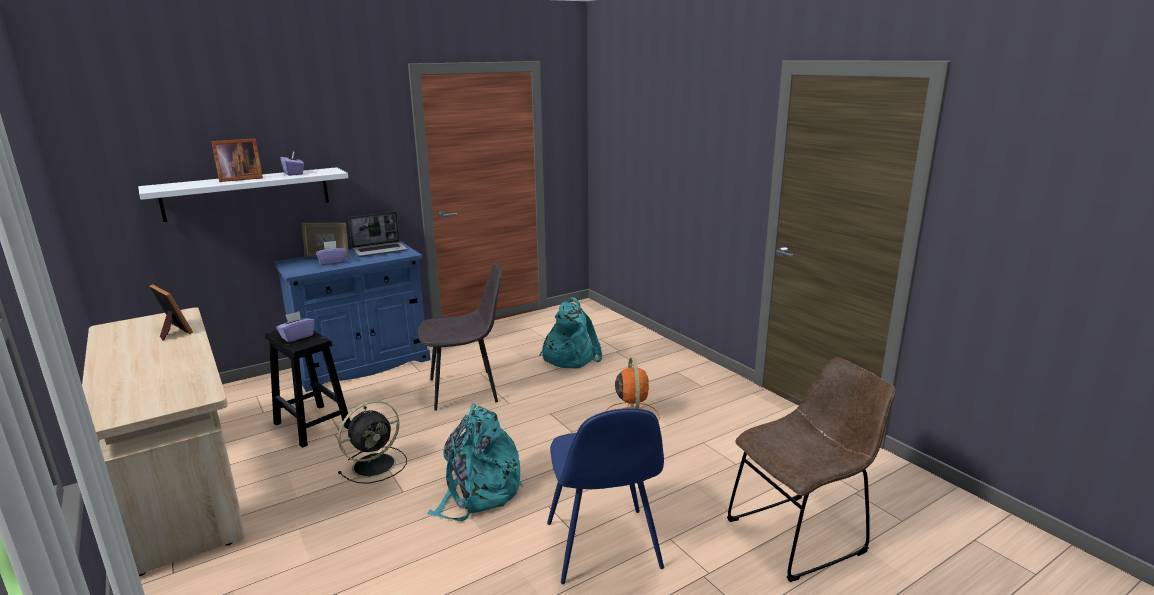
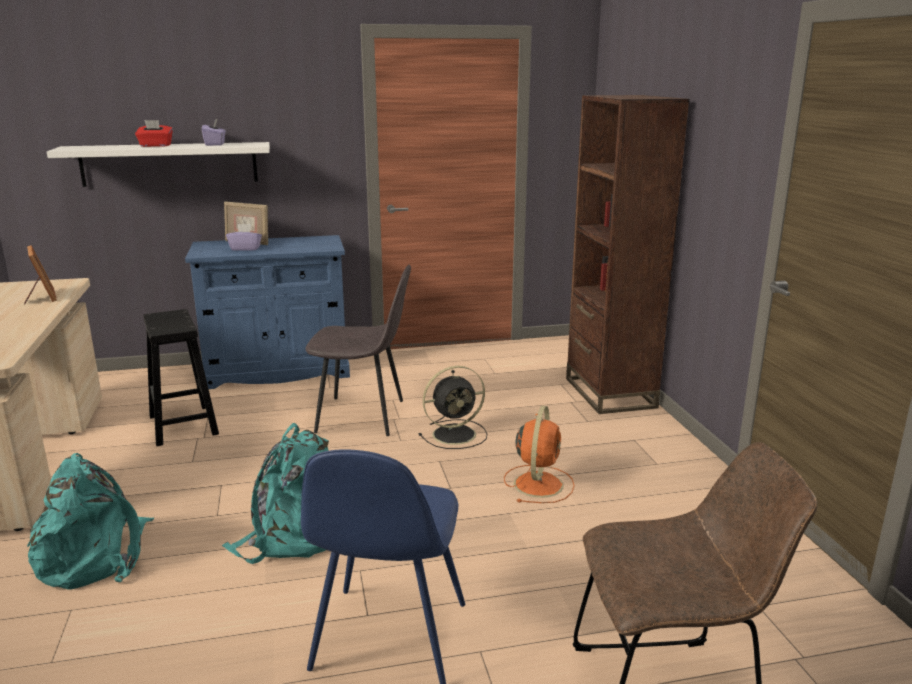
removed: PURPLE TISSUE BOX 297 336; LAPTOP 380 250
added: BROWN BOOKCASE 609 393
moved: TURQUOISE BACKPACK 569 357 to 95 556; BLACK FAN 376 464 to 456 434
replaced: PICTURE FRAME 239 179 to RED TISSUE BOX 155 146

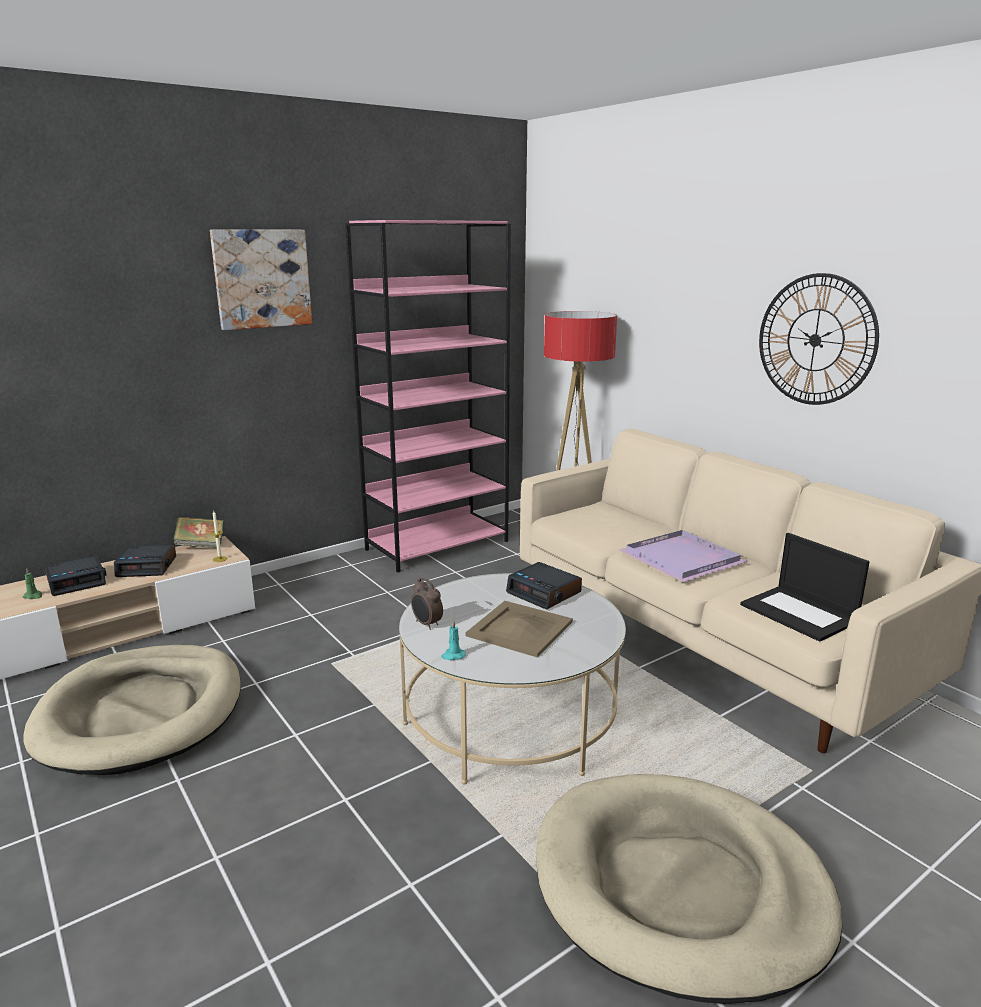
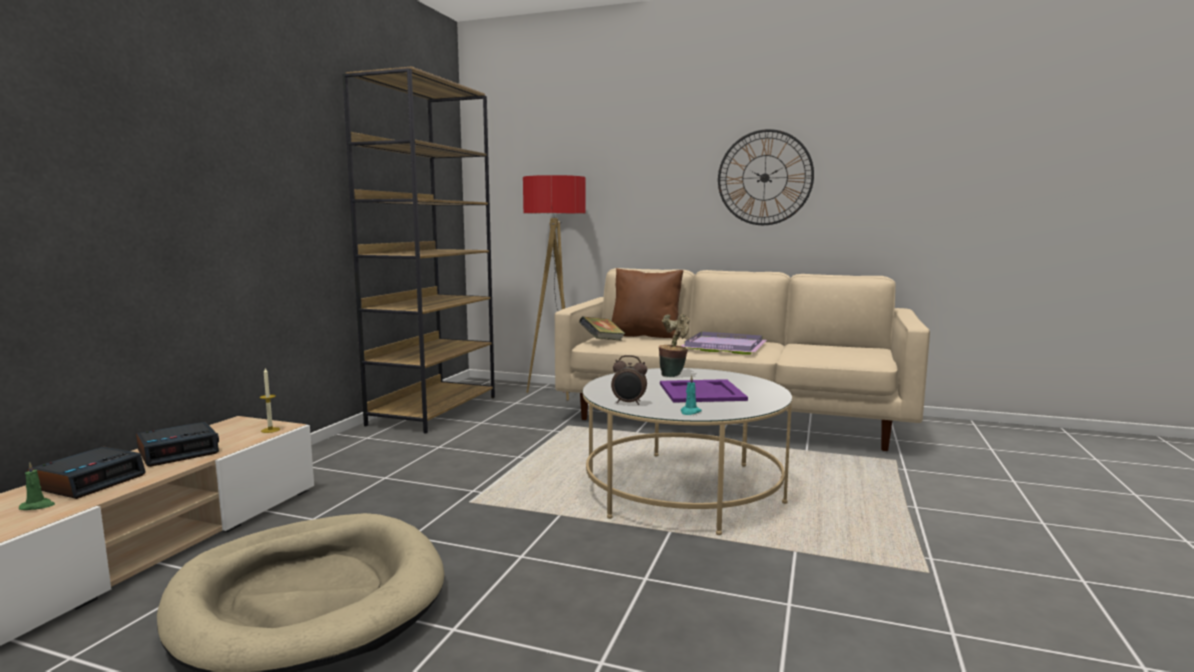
removed: PICTURE 262 279; BEIGE DOG BED 679 887; LAPTOP 800 613
added: BROWN PILLOW 645 336
moved: BOOK 201 546 to 602 341
replaced: ALARM CLOCK 544 593 to POTTED PLANT 673 375
recoloured: PINK BOOKCASE 438 545 to BROWN BOOKCASE 434 410; BEIGE TRAY 518 629 to PURPLE TRAY 701 392

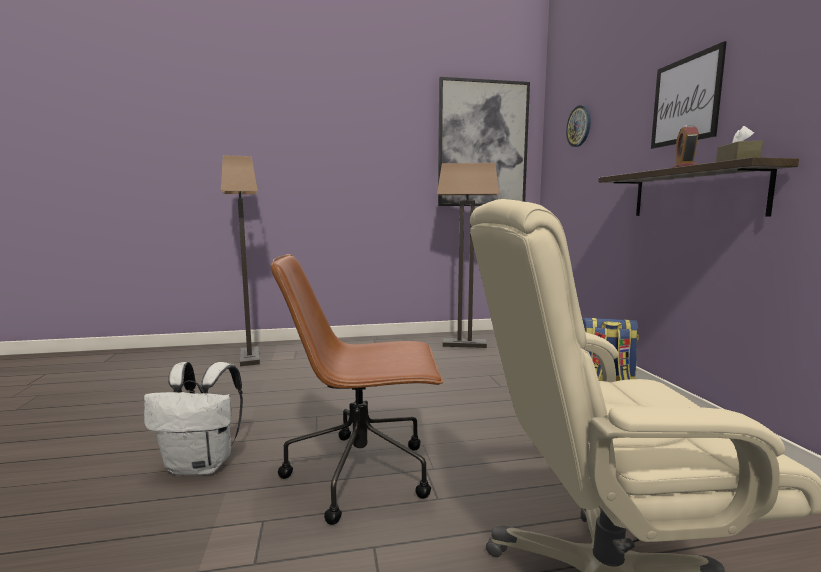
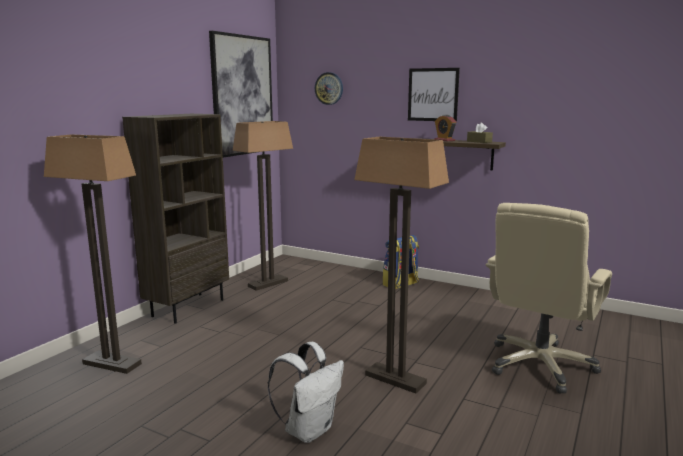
added: BROWN BOOKCASE 188 307
replaced: BROWN OFFICE CHAIR 363 472 to FLOOR LAMP 394 379

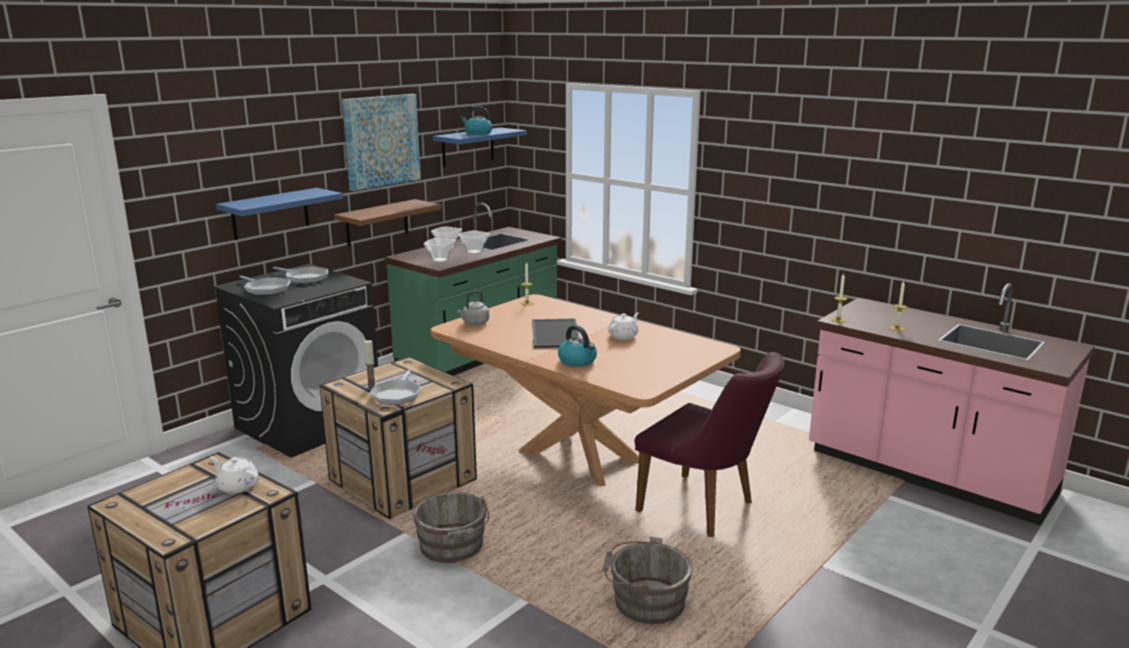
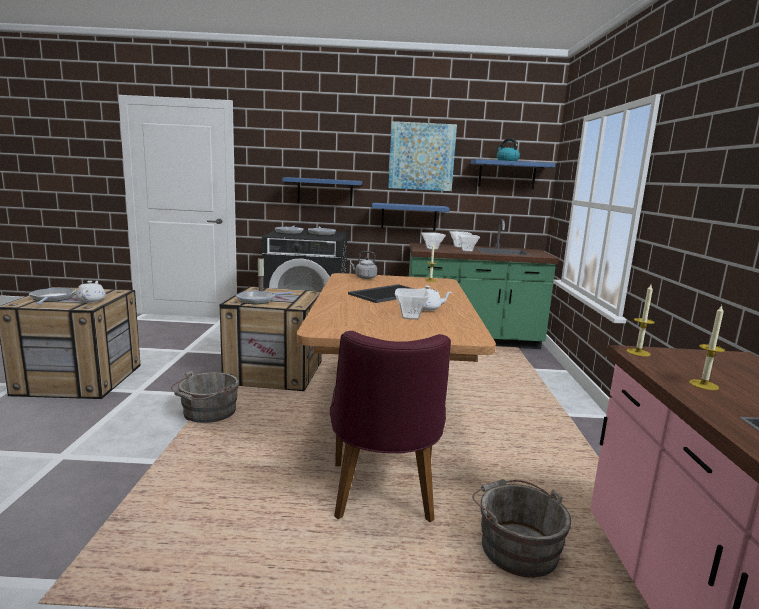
removed: KETTLE 578 361
added: FRYING PAN 52 298; BOWL 411 317
moved: GREY BUCKET 645 602 to 515 547
recoloured: BROWN SHELF 377 222 to BLUE SHELF 408 216

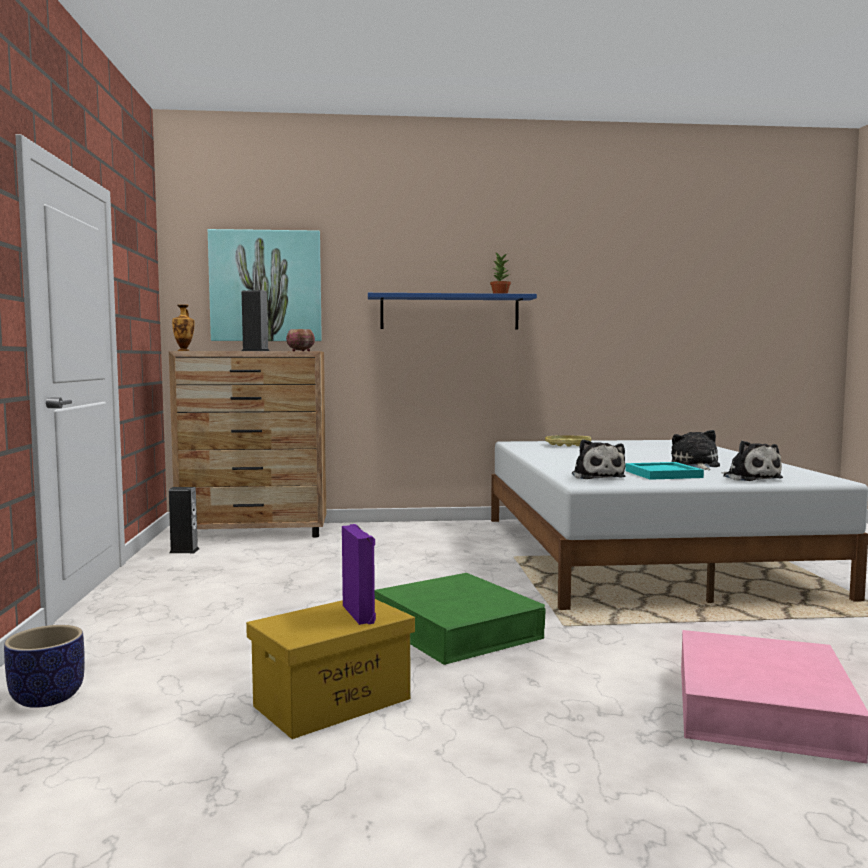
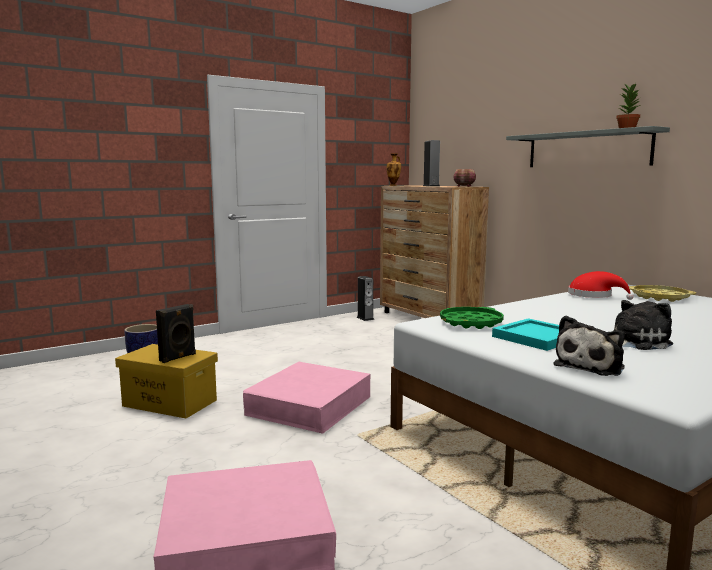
removed: PICTURE 266 286
added: RED HAT 593 295
replaced: PLUSH TOY 597 476 to GREEN TRAY 471 323
recoloured: PURPLE SPEAKER 360 614 to BLACK SPEAKER 178 358; GREEN STORAGE BOX 456 630 to PINK STORAGE BOX 309 405; BLUE SHELF 449 312 to GREY SHELF 587 149

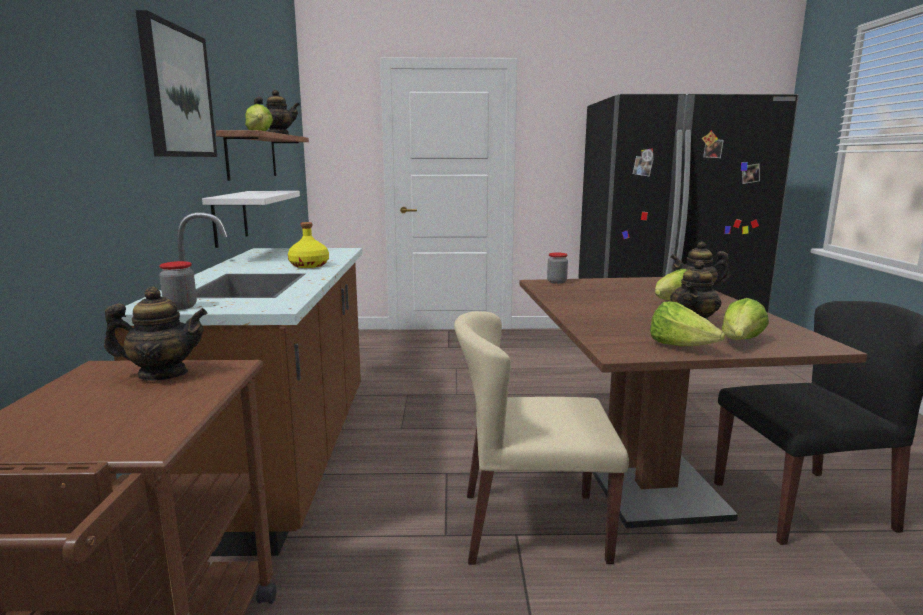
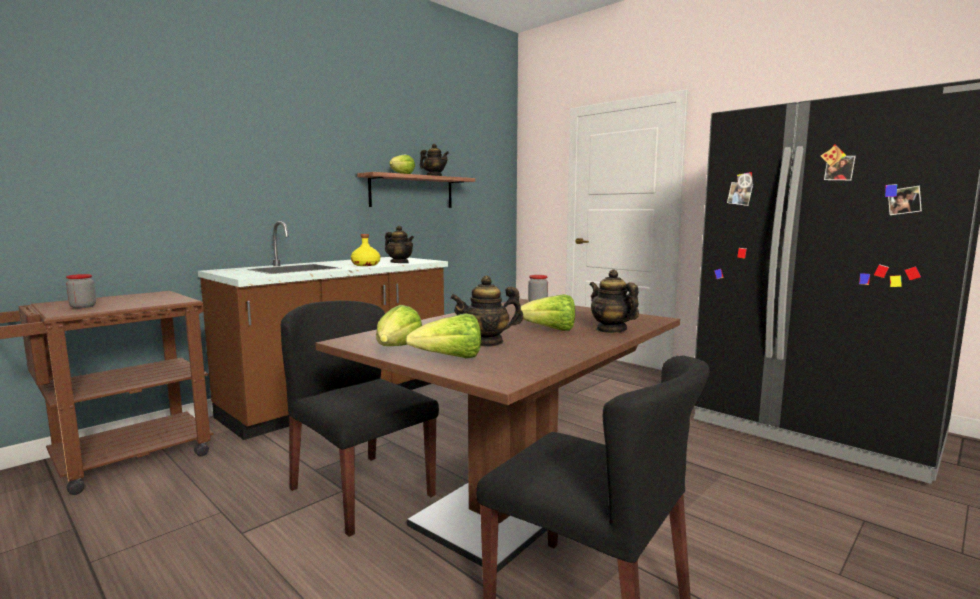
removed: PICTURE 176 93; WHITE SHELF 229 218
moved: JAR 180 307 to 83 306; TEAPOT 163 374 to 400 263
recoloured: BEIGE CHAIR 532 526 to BLACK CHAIR 361 491

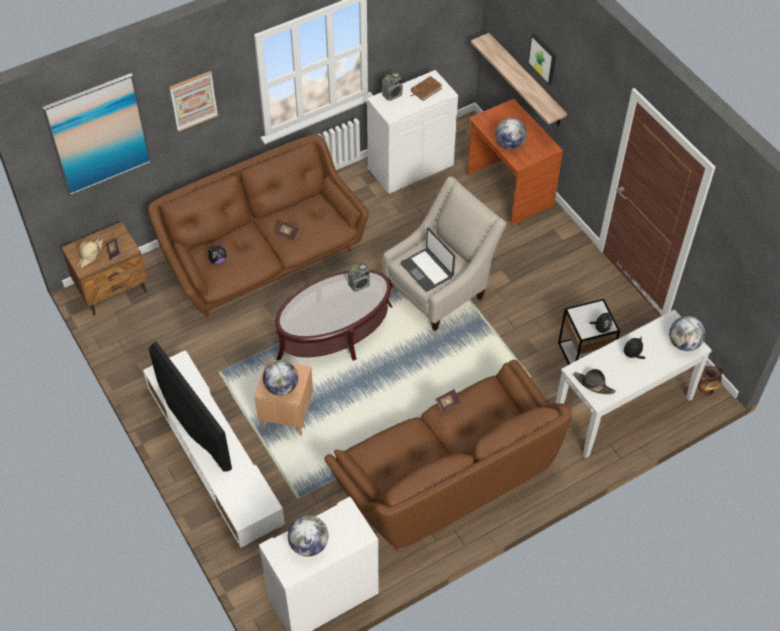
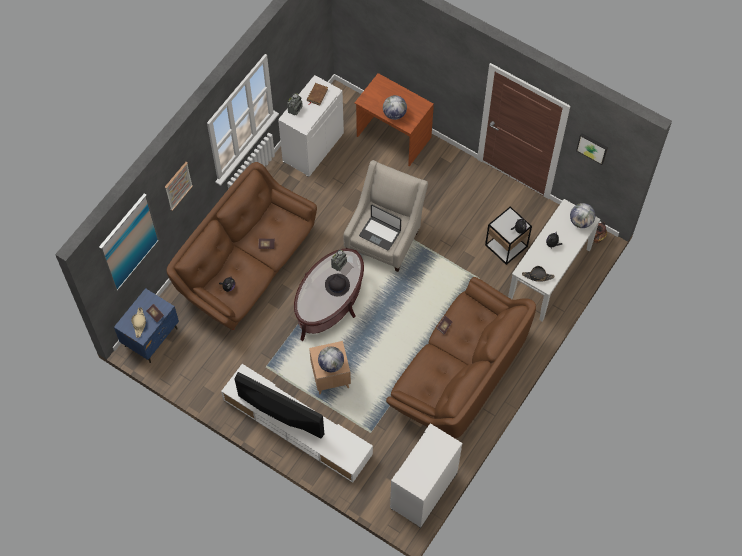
removed: GLOBE 308 544; SHELF 526 81
added: BLACK HAT 337 285
moved: PICTURE 543 58 to 592 147
recoloured: BROWN NIGHTSTAND 113 290 to BLUE NIGHTSTAND 151 337

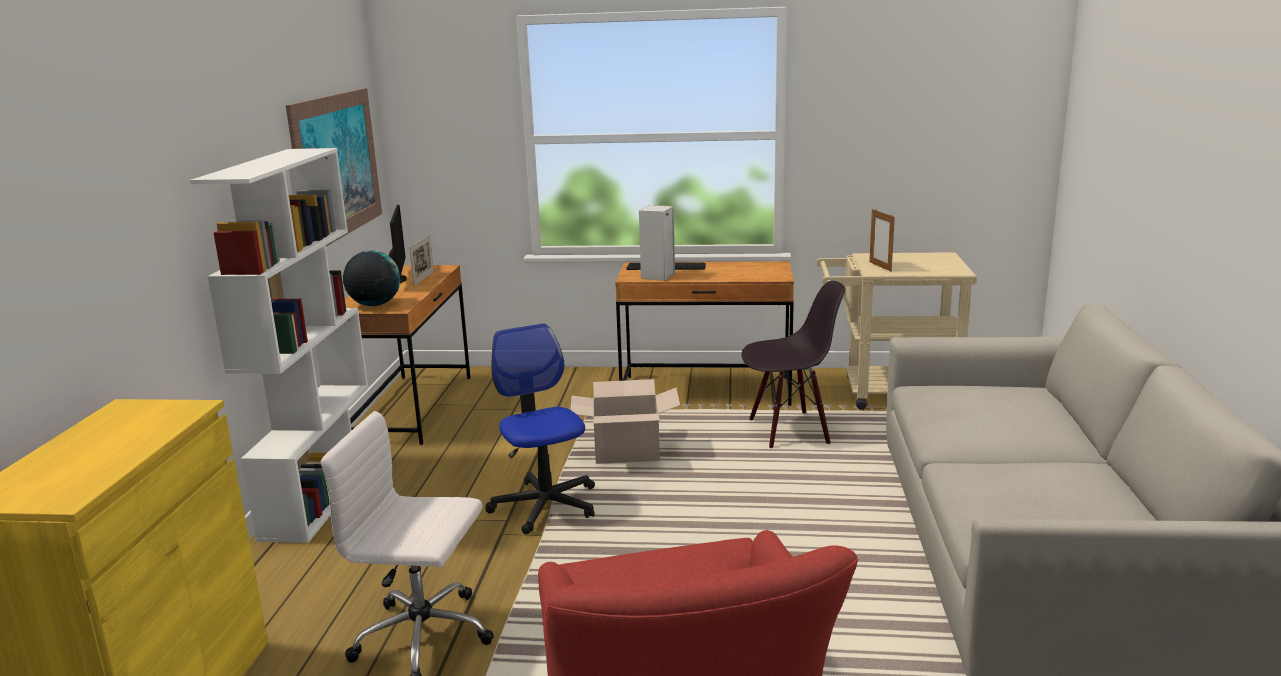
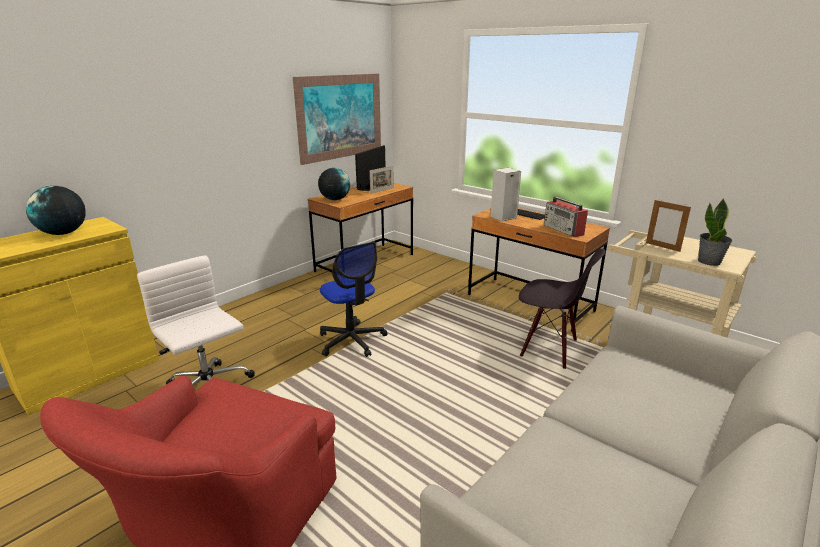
removed: WHITE BOOKCASE 321 495; CARDBOARD BOX 627 452
added: GLOBE 63 233; RADIO 563 230; POTTED PLANT 709 261
turned: OFFICE CHAIR 545 505 = 352 340 135 degrees clockwise; PICTURE FRAME 880 266 = 662 247 60 degrees counterclockwise

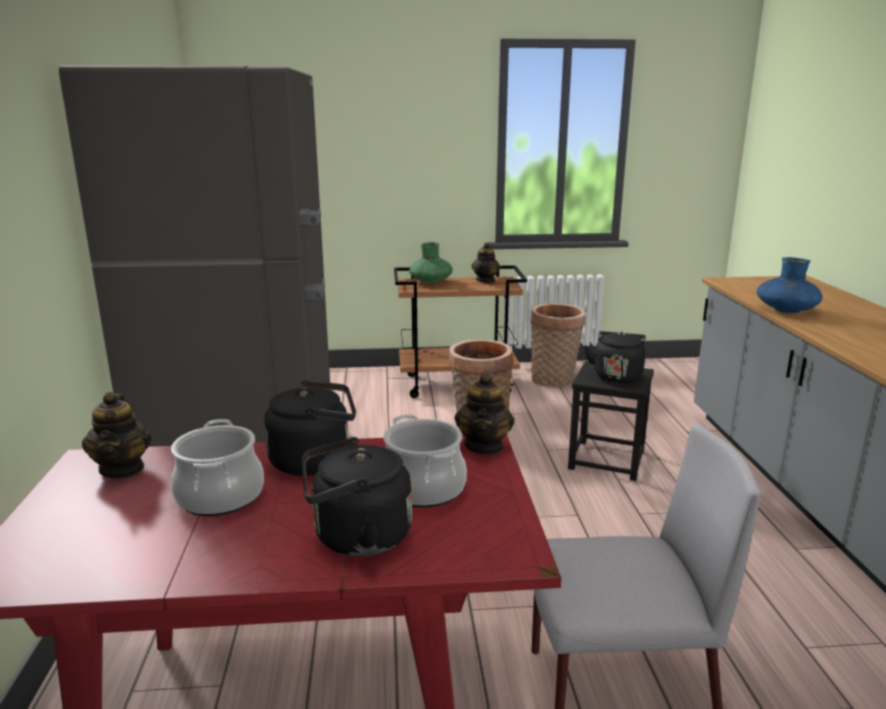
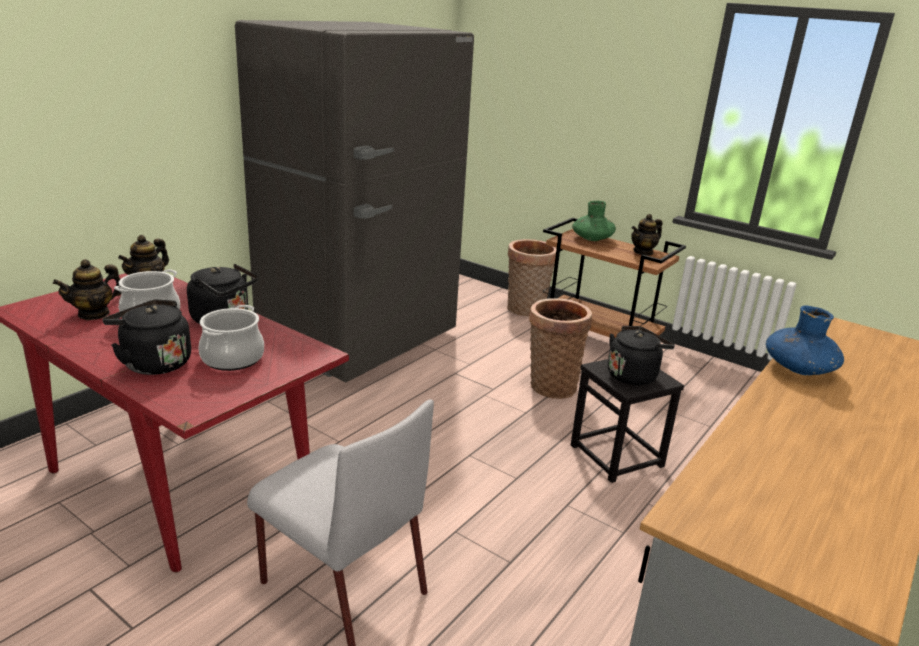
moved: TEAPOT 484 446 to 94 314; BASKET 554 381 to 526 310

